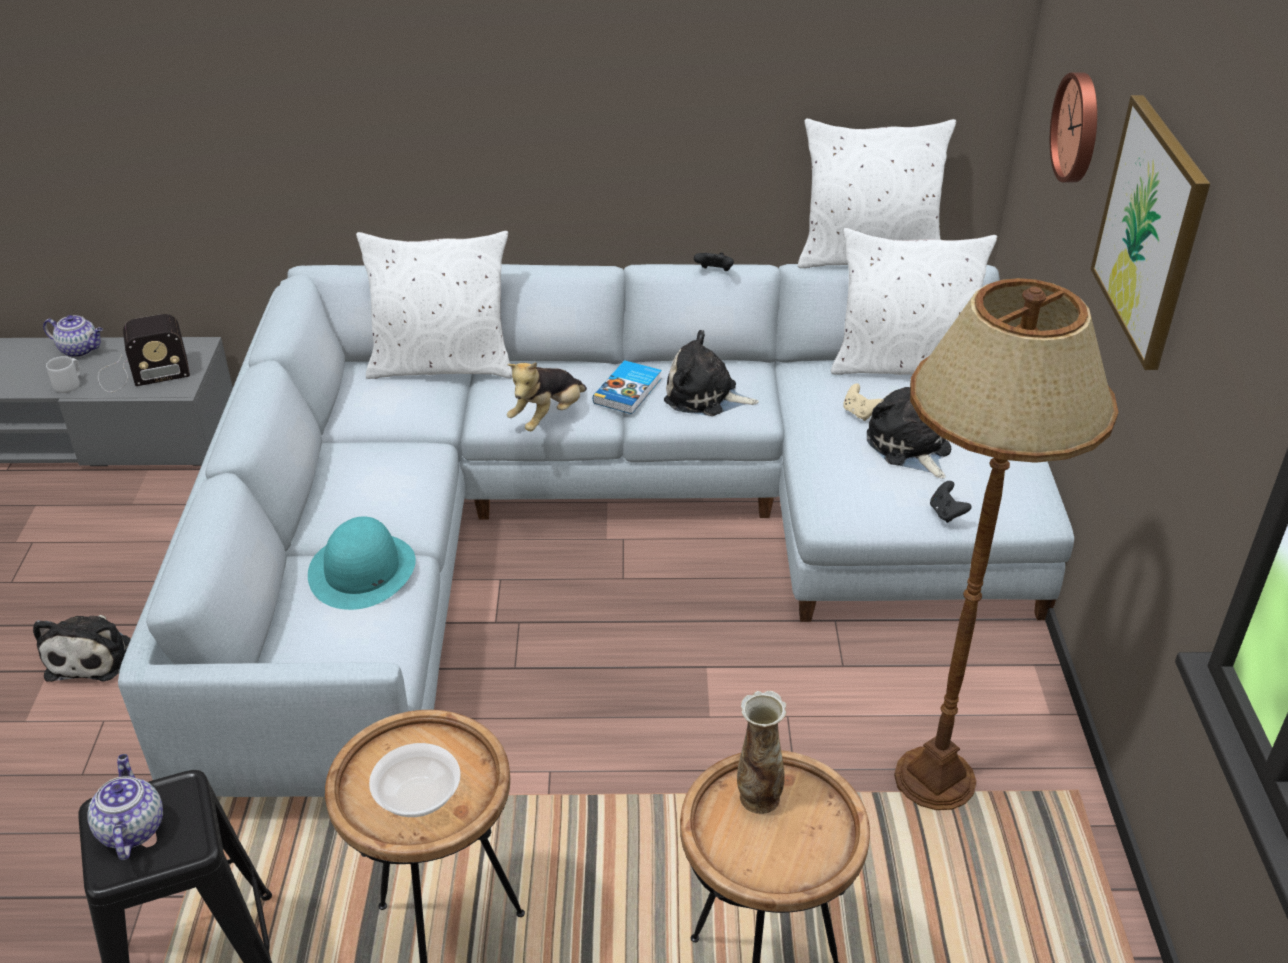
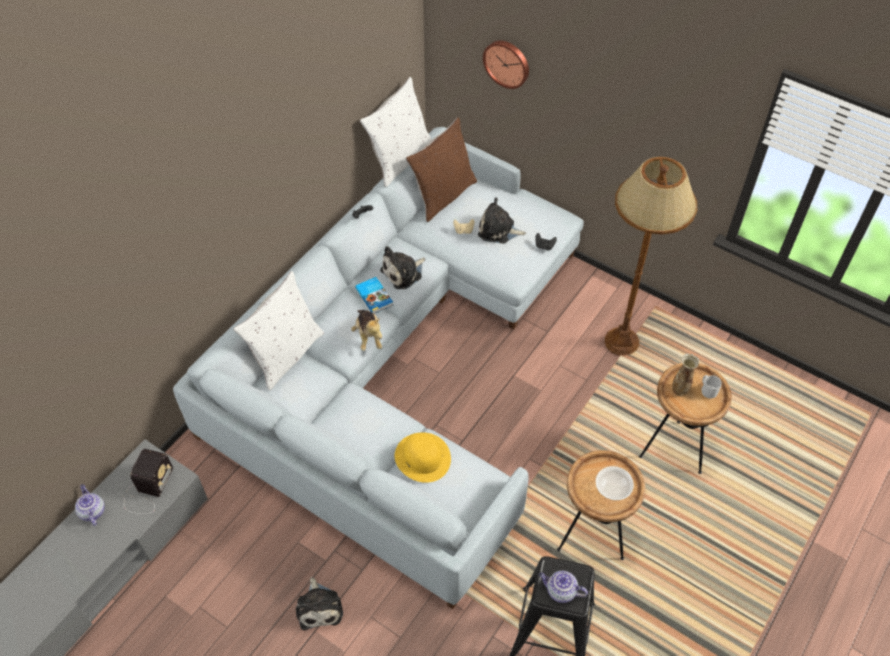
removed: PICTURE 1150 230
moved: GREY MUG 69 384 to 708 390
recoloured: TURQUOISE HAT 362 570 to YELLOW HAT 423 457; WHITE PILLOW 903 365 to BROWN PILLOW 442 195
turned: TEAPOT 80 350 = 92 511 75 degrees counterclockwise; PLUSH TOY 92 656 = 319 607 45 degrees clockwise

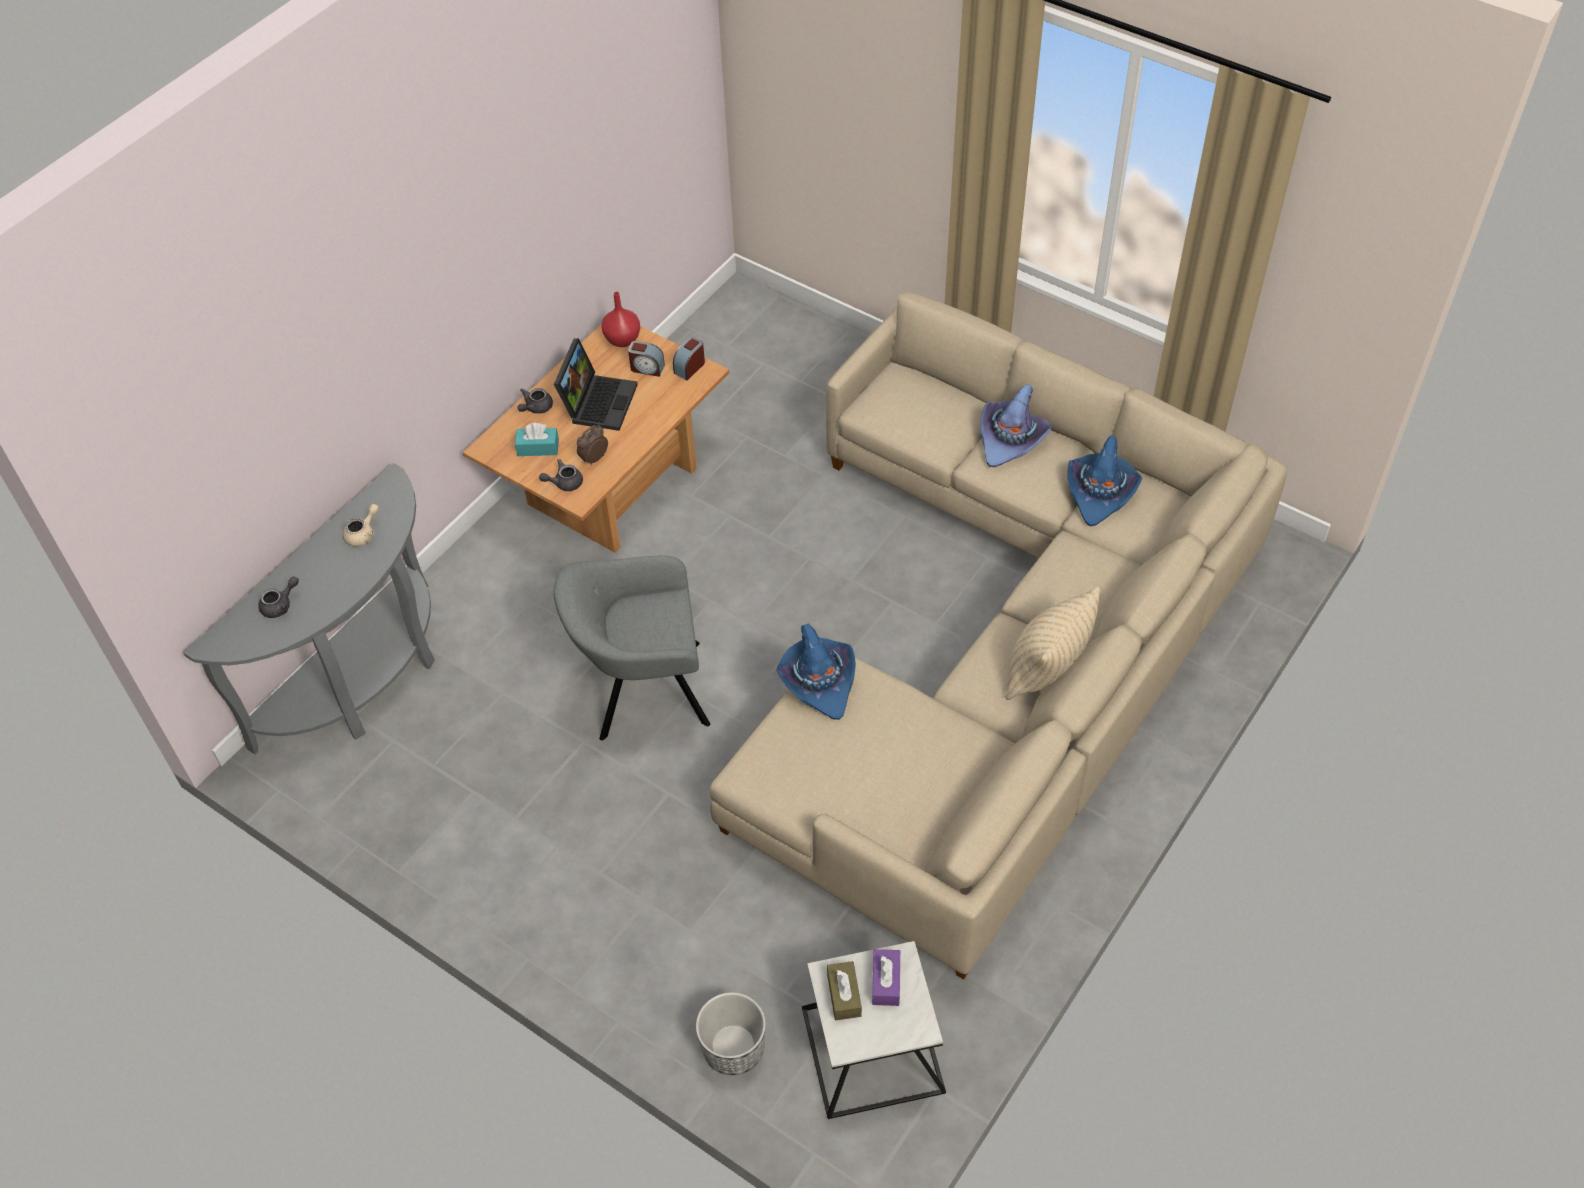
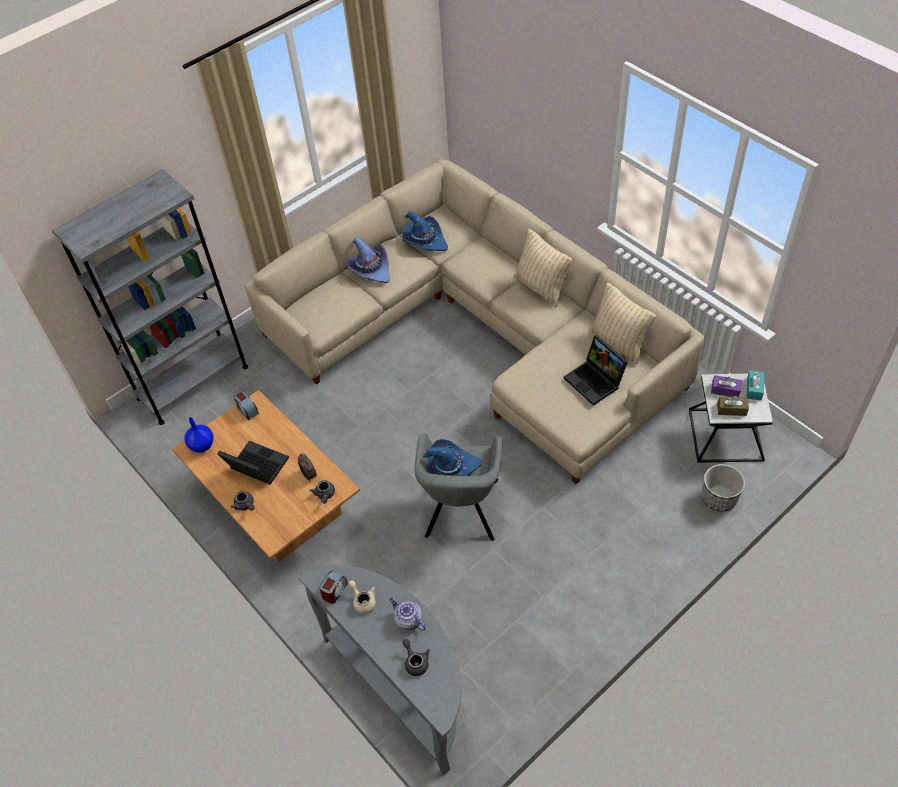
added: GREY BOOKCASE 193 382; TEAPOT 408 620; LAPTOP 595 381; BEIGE PILLOW 618 343
moved: ALARM CLOCK 647 368 to 334 591; BLUE HAT 819 681 to 449 468; TURQUOISE TISSUE BOX 538 448 to 754 388
recoloured: RED VASE 622 339 to BLUE VASE 201 445

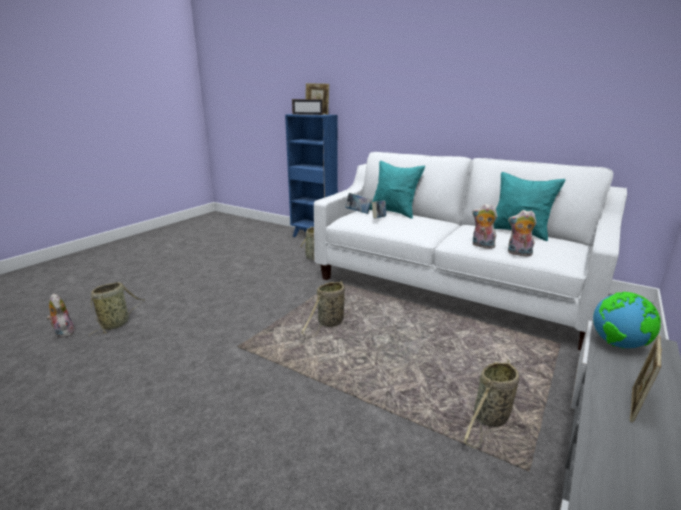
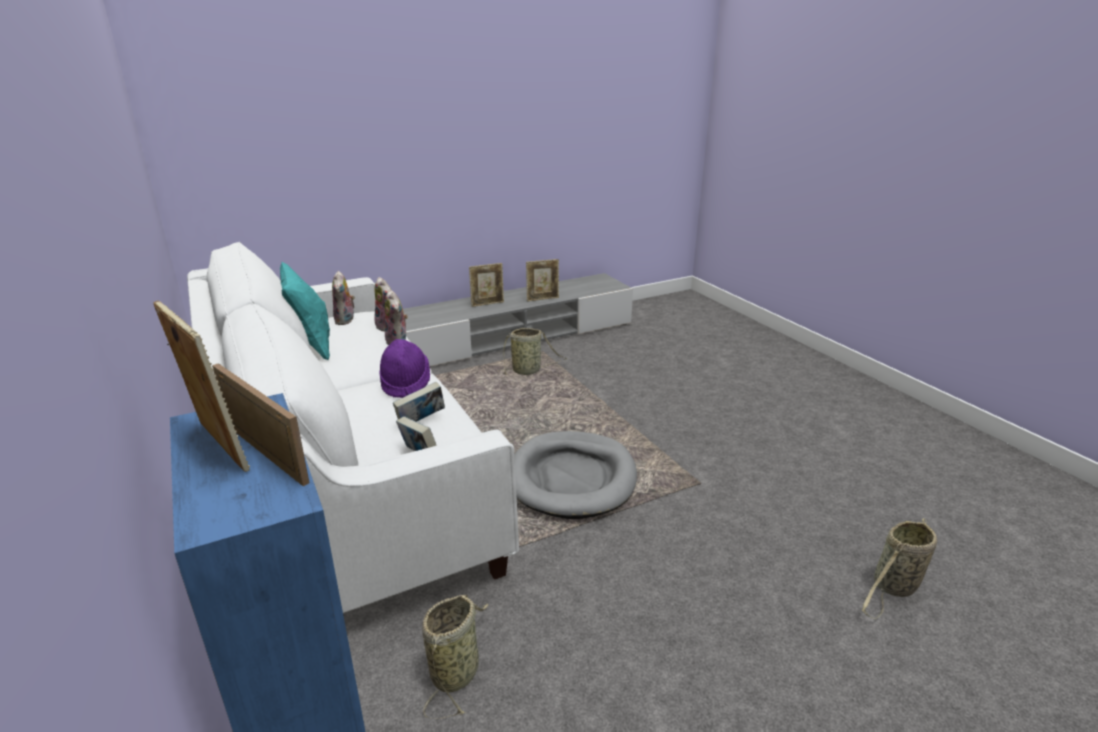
removed: TURQUOISE PILLOW 394 212; GLOBE 618 345
added: PURPLE HAT 405 383; PICTURE FRAME 542 299
moved: PLUSH TOY 63 332 to 346 321
replaced: BASKET 329 323 to GREY DOG BED 572 478

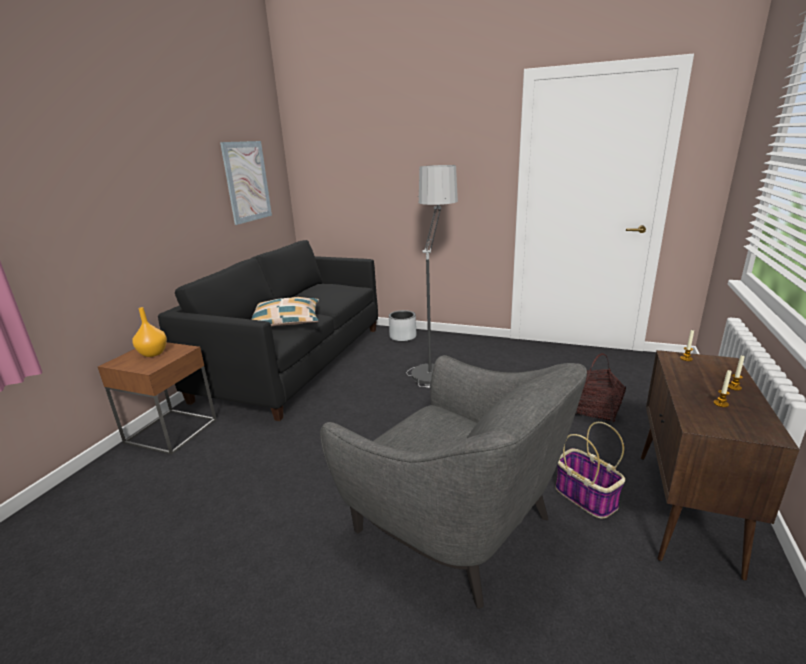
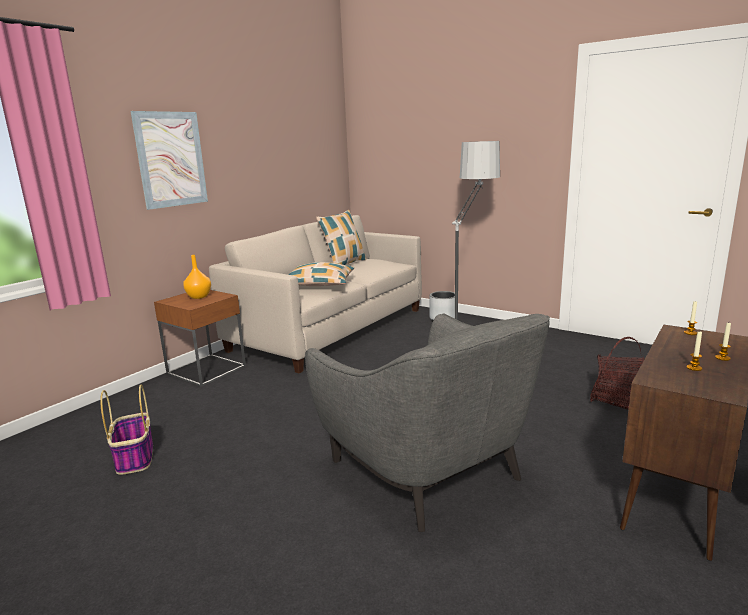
added: PILLOW 344 264
moved: BASKET 584 496 to 134 457; PICTURE 247 181 to 171 159
recoloured: BLACK SOFA 295 361 to BEIGE SOFA 330 329

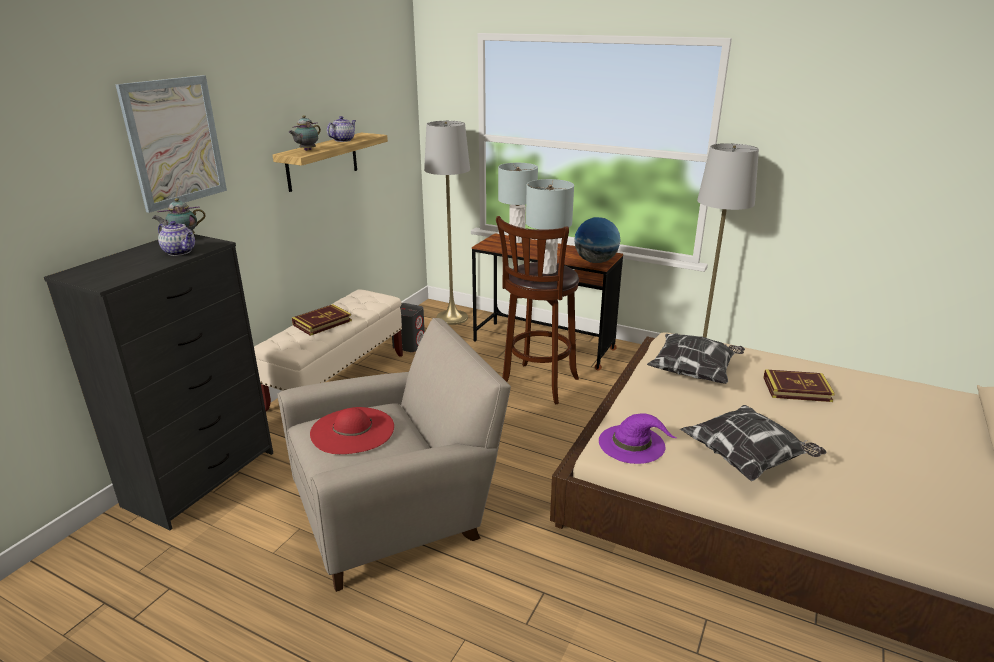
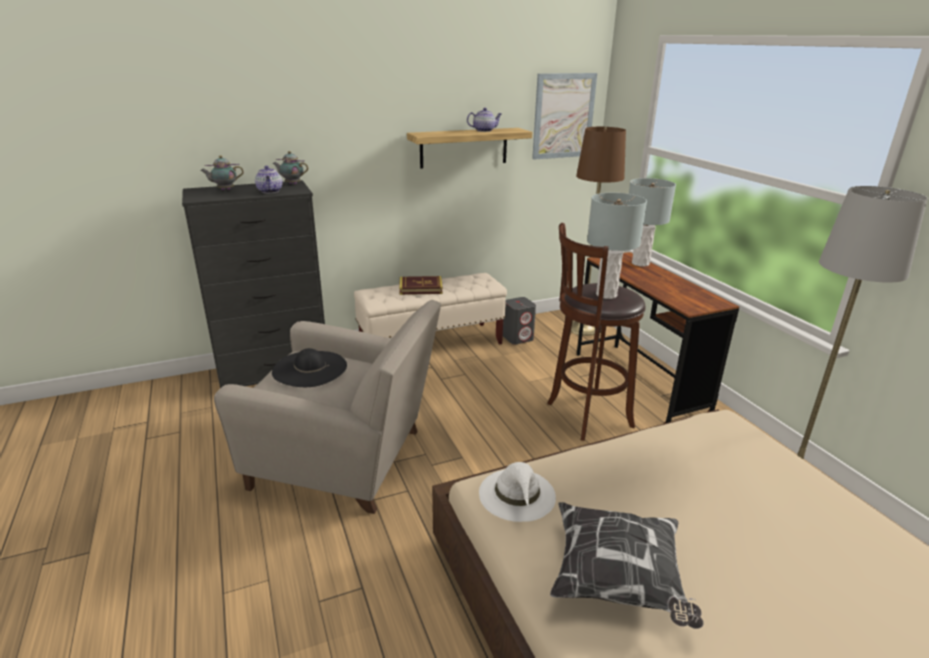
removed: GLOBE 595 261; PILLOW 694 372; BOOK 796 389
moved: TEAPOT 307 150 to 224 190; PICTURE 175 142 to 563 116
recoloured: RED HAT 352 430 to BLACK HAT 309 368; PURPLE HAT 632 444 to WHITE HAT 517 495; GREY FLOOR LAMP 452 317 to BROWN FLOOR LAMP 583 328

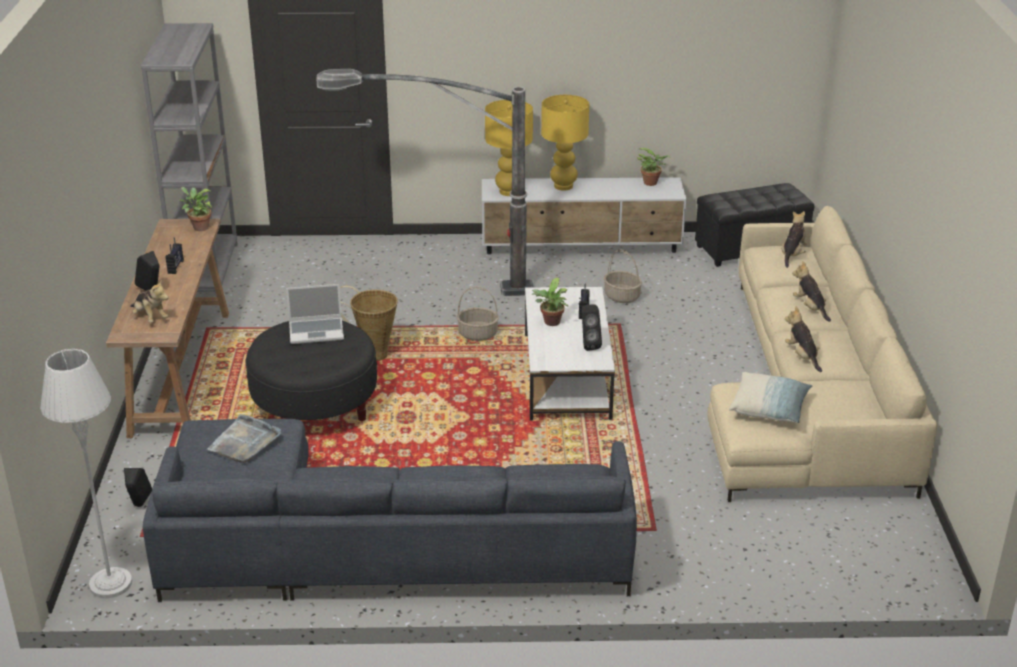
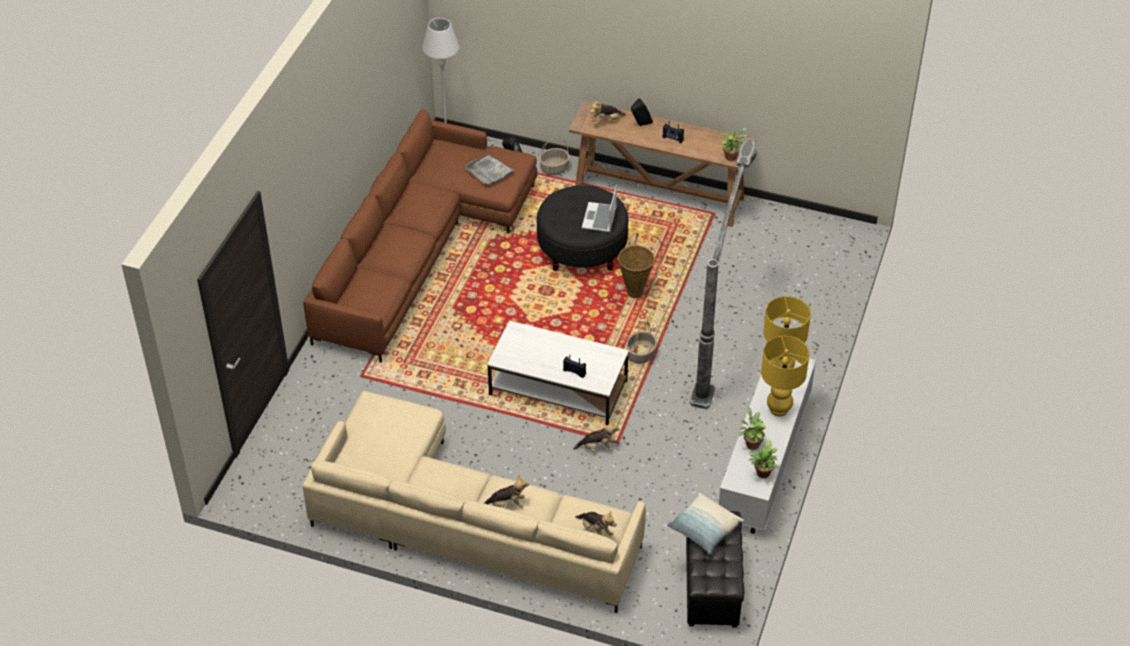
removed: GREY BOOKCASE 207 270; BLACK SPEAKER 588 345
moved: BASKET 622 297 to 554 169; PLUSH TOY 802 356 to 597 447; PILLOW 769 408 to 704 529; POTTED PLANT 551 323 to 751 443
recoloured: GREY SOFA 371 546 to BROWN SOFA 420 248

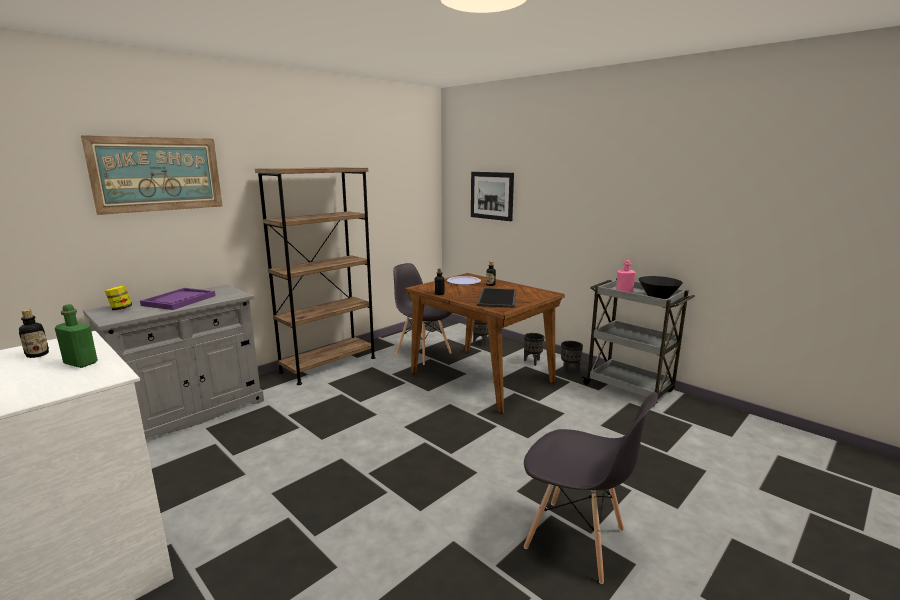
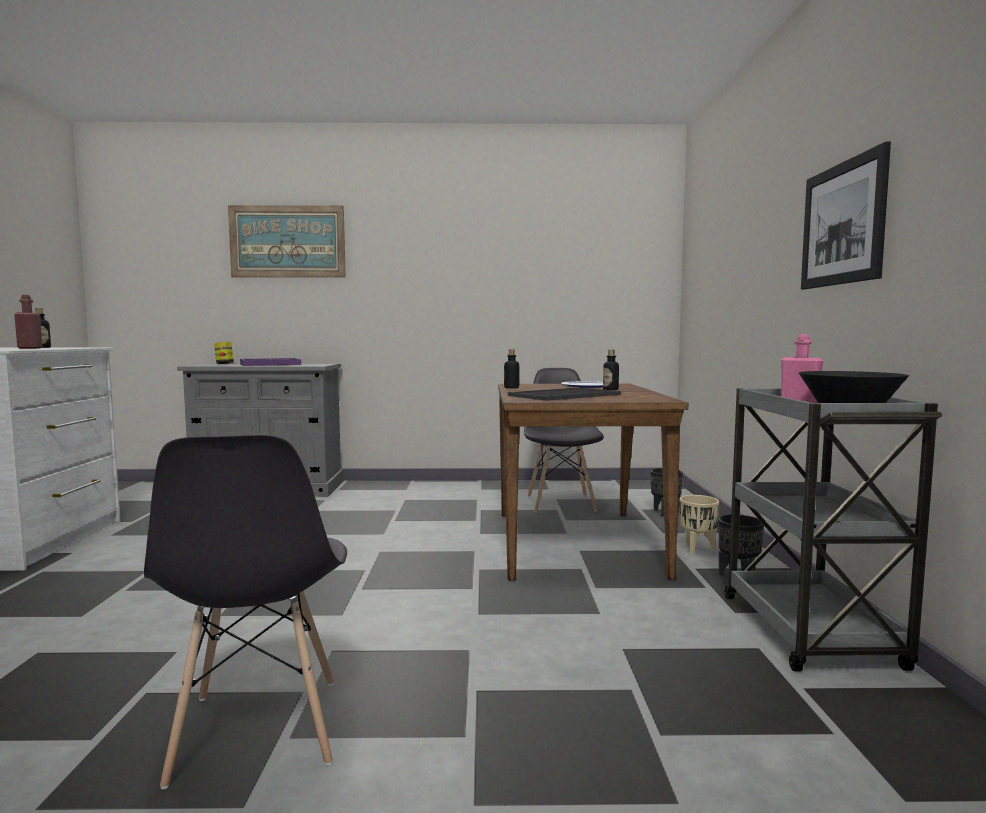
removed: BROWN BOOKCASE 328 365
moved: PICTURE 491 195 to 842 224
recoloured: GREEN BOTTLE 81 363 to RED BOTTLE 30 348; BLACK PLANTER 533 362 to BEIGE PLANTER 698 549

